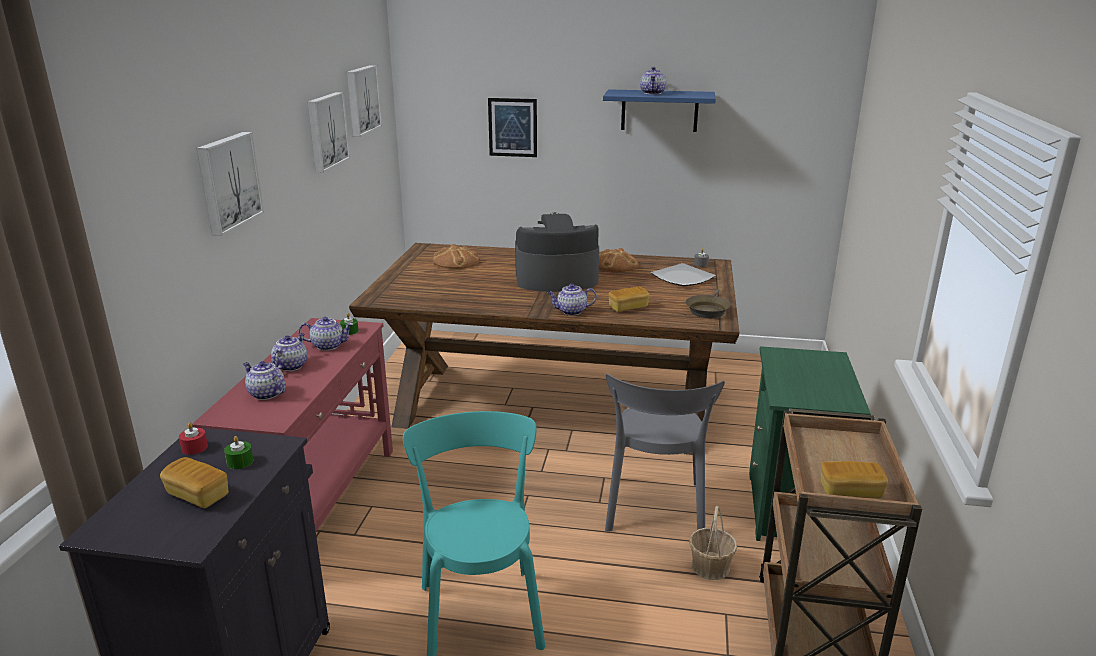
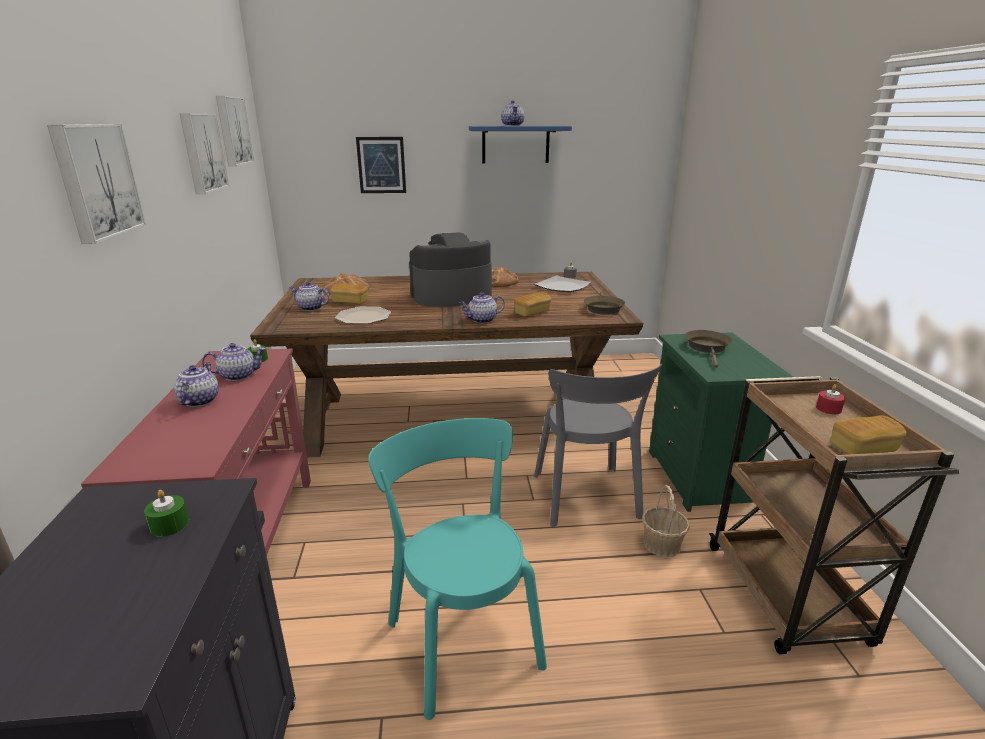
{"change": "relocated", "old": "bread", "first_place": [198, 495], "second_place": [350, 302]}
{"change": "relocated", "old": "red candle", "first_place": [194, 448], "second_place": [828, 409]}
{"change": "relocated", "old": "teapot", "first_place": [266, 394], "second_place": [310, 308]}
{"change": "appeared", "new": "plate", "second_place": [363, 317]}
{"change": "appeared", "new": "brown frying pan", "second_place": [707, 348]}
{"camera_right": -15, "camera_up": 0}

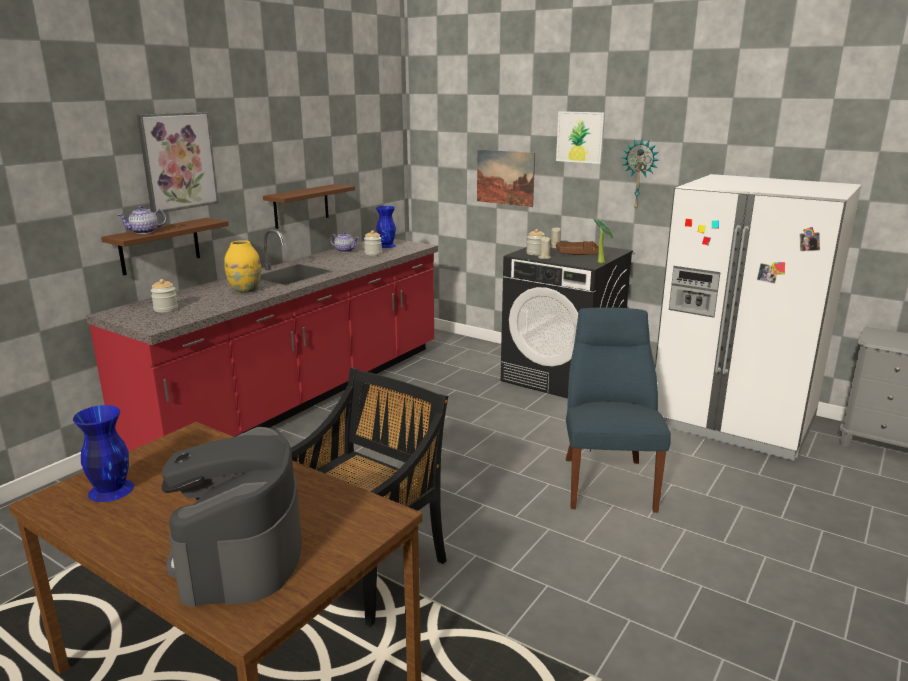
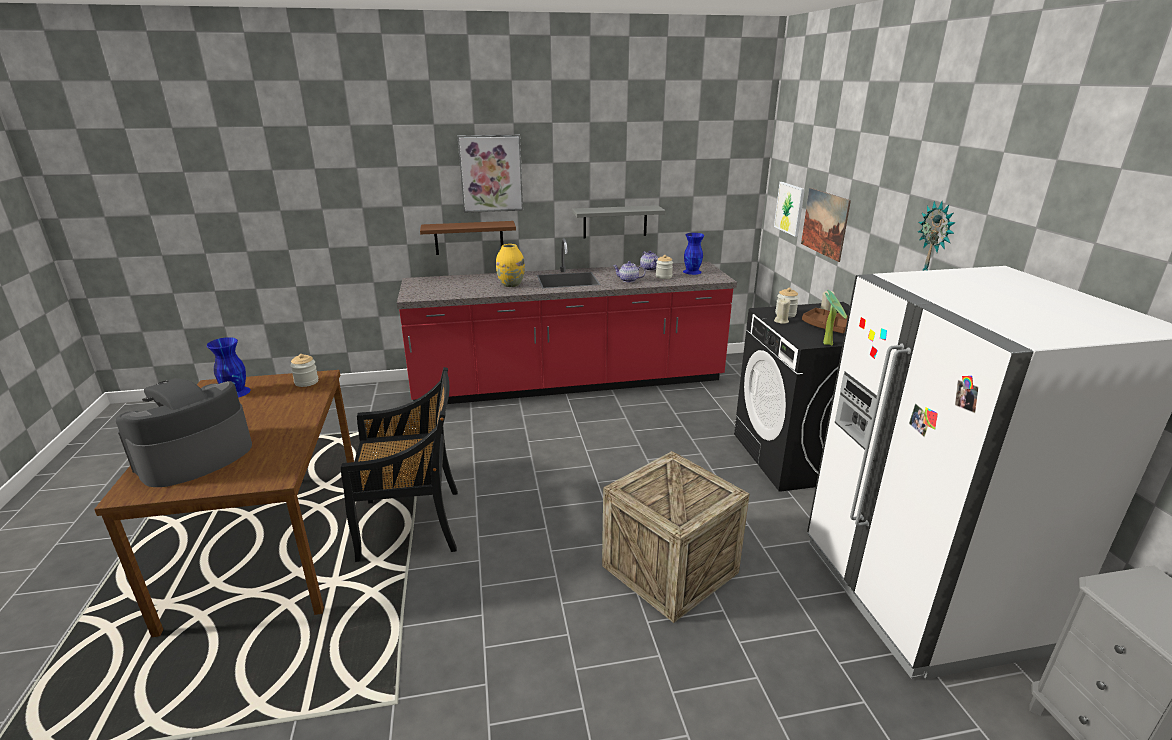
{"change": "relocated", "old": "teapot", "first_place": [144, 232], "second_place": [628, 280]}
{"change": "relocated", "old": "jar", "first_place": [166, 309], "second_place": [306, 382]}
{"change": "colour", "old": "brown shelf", "new": "grey shelf", "first_place": [301, 206], "second_place": [615, 221]}
{"change": "relocated", "old": "picture", "first_place": [580, 137], "second_place": [789, 208]}
{"change": "exchanged", "old": "blue chair", "new": "crate", "first_place": [607, 480], "second_place": [670, 569]}
{"camera_right": 45, "camera_up": 5}

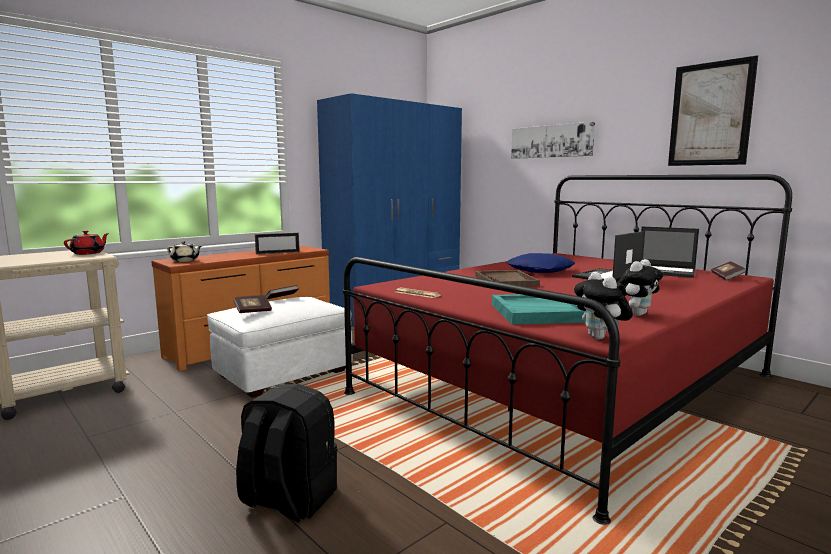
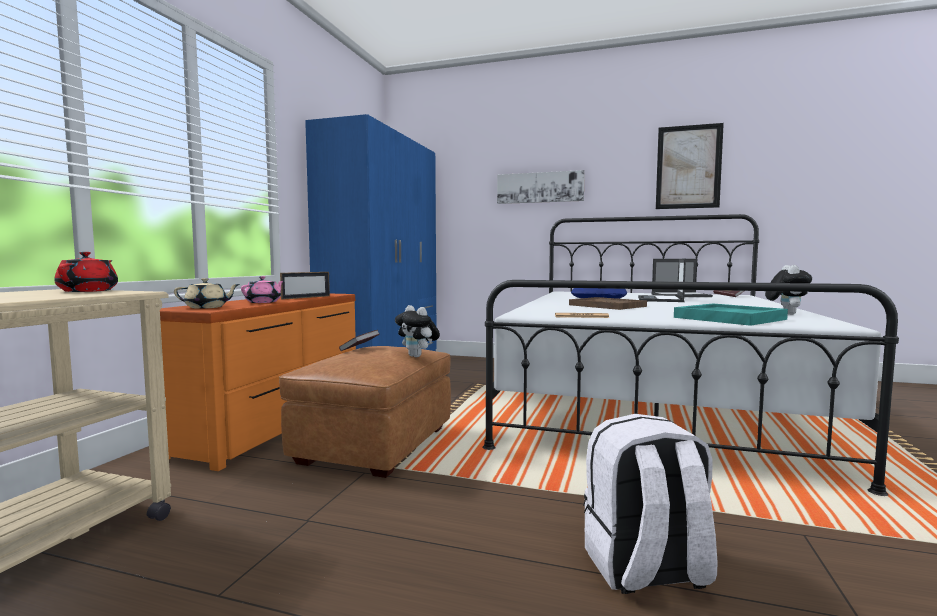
{"change": "colour", "old": "white ottoman", "new": "brown ottoman", "first_place": [283, 373], "second_place": [374, 445]}
{"change": "missing", "old": "book", "first_place": [253, 311]}
{"change": "colour", "old": "black backpack", "new": "white backpack", "first_place": [288, 500], "second_place": [645, 570]}
{"change": "colour", "old": "red bed", "new": "white bed", "first_place": [566, 384], "second_place": [649, 402]}
{"change": "relocated", "old": "plush toy", "first_place": [600, 338], "second_place": [418, 356]}
{"change": "appeared", "new": "pink teapot", "second_place": [264, 302]}
{"camera_right": -30, "camera_up": -5}

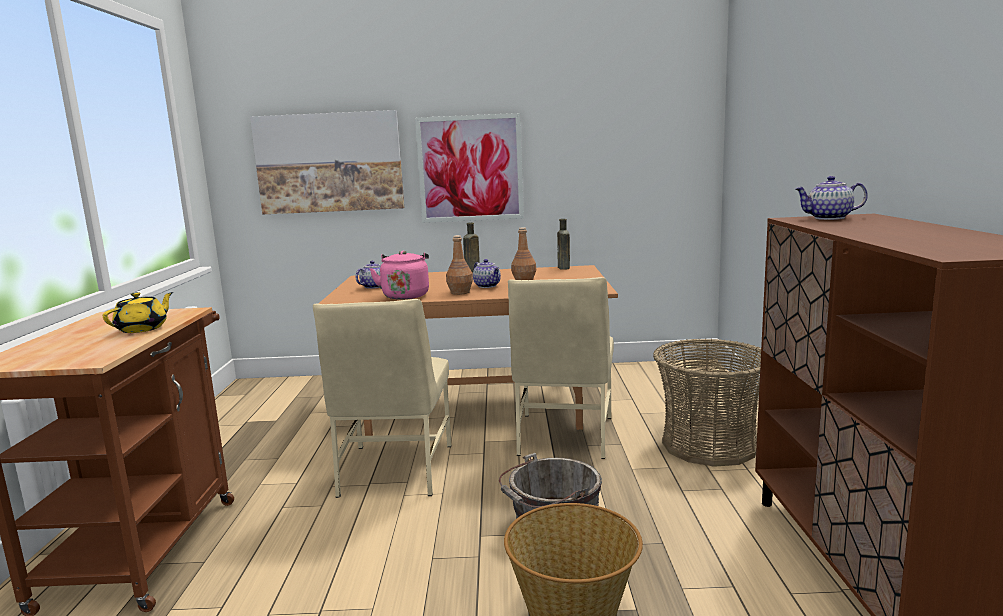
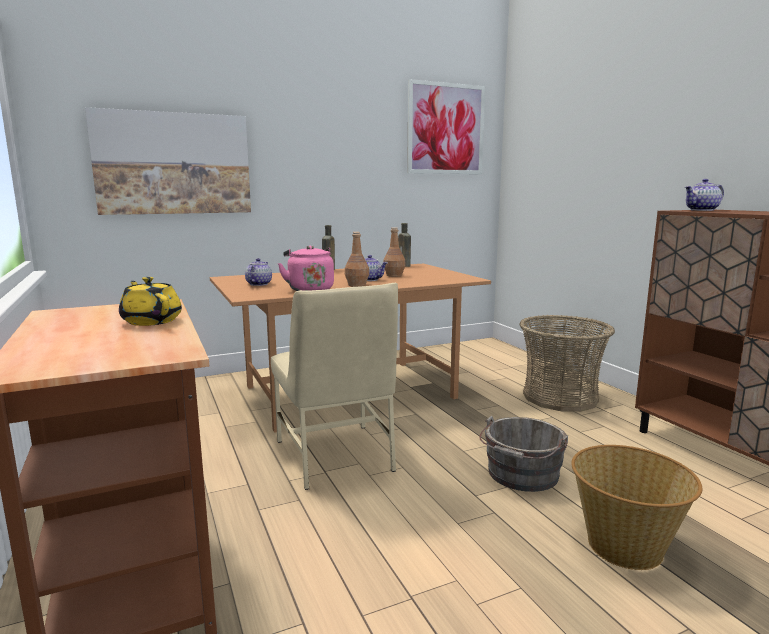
{"change": "spun", "old": "yellow teapot", "first_place": [143, 329], "second_place": [151, 321], "degrees": -45}
{"change": "relocated", "old": "picture", "first_place": [470, 168], "second_place": [446, 129]}
{"change": "missing", "old": "beige chair", "first_place": [563, 436]}
{"camera_right": -25, "camera_up": 0}

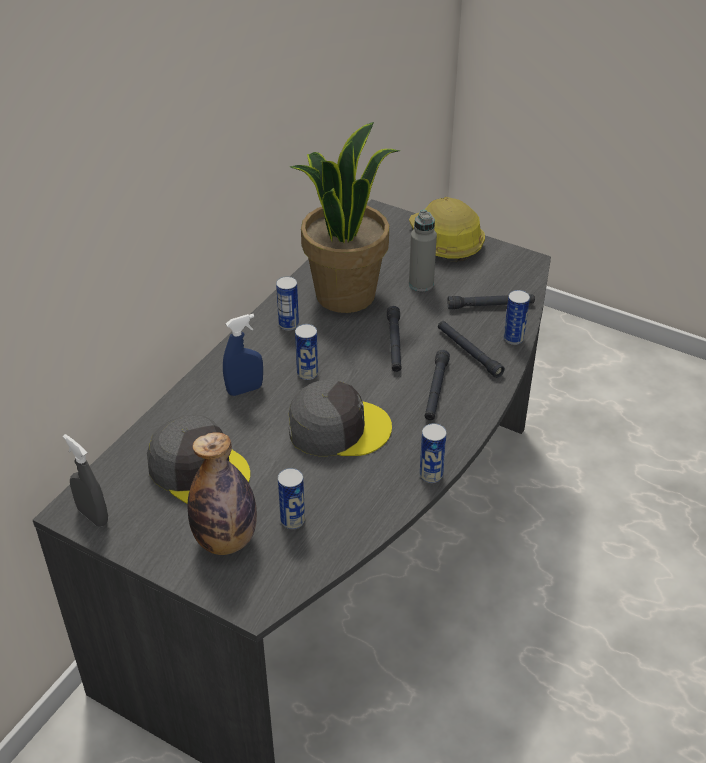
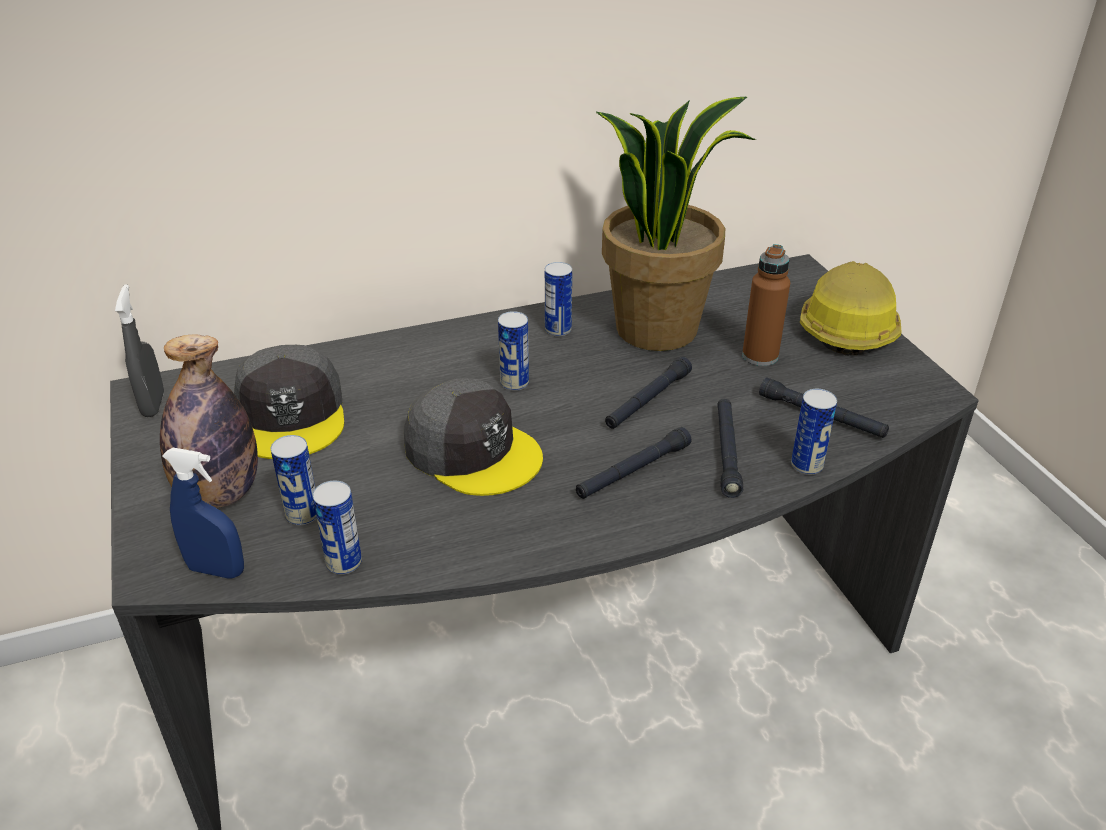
{"change": "relocated", "old": "blue spray bottle", "first_place": [245, 389], "second_place": [216, 570]}
{"change": "colour", "old": "grey bottle", "new": "brown bottle", "first_place": [421, 284], "second_place": [760, 356]}
{"change": "relocated", "old": "can", "first_place": [431, 475], "second_place": [344, 563]}
{"camera_right": 40, "camera_up": -5}

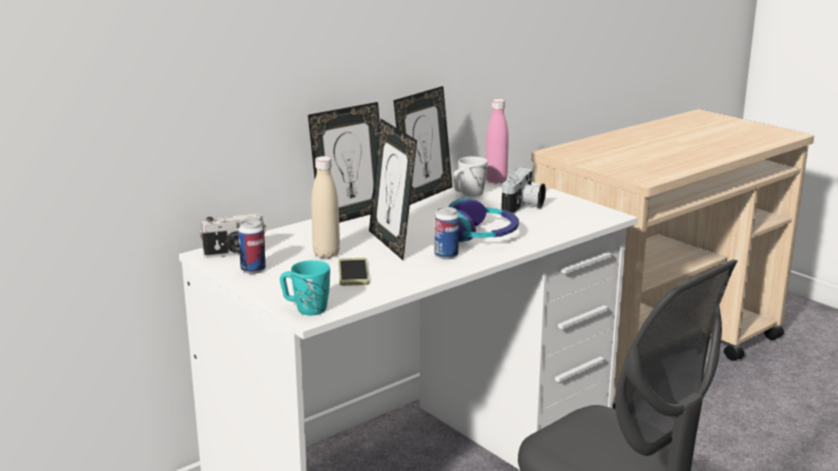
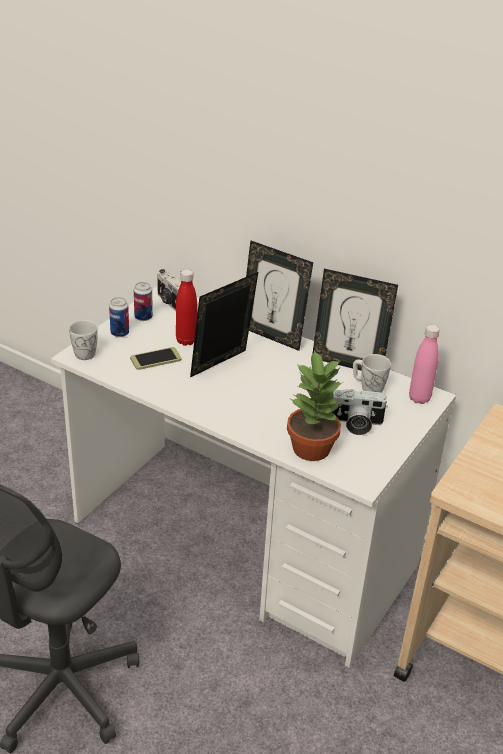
{"change": "colour", "old": "turquoise mug", "new": "white mug", "first_place": [305, 308], "second_place": [85, 351]}
{"change": "colour", "old": "beige bottle", "new": "red bottle", "first_place": [326, 254], "second_place": [186, 341]}
{"change": "relocated", "old": "can", "first_place": [446, 255], "second_place": [120, 333]}
{"change": "missing", "old": "headphones", "first_place": [479, 235]}
{"change": "appeared", "new": "potted plant", "second_place": [312, 448]}
{"camera_right": 70, "camera_up": 15}

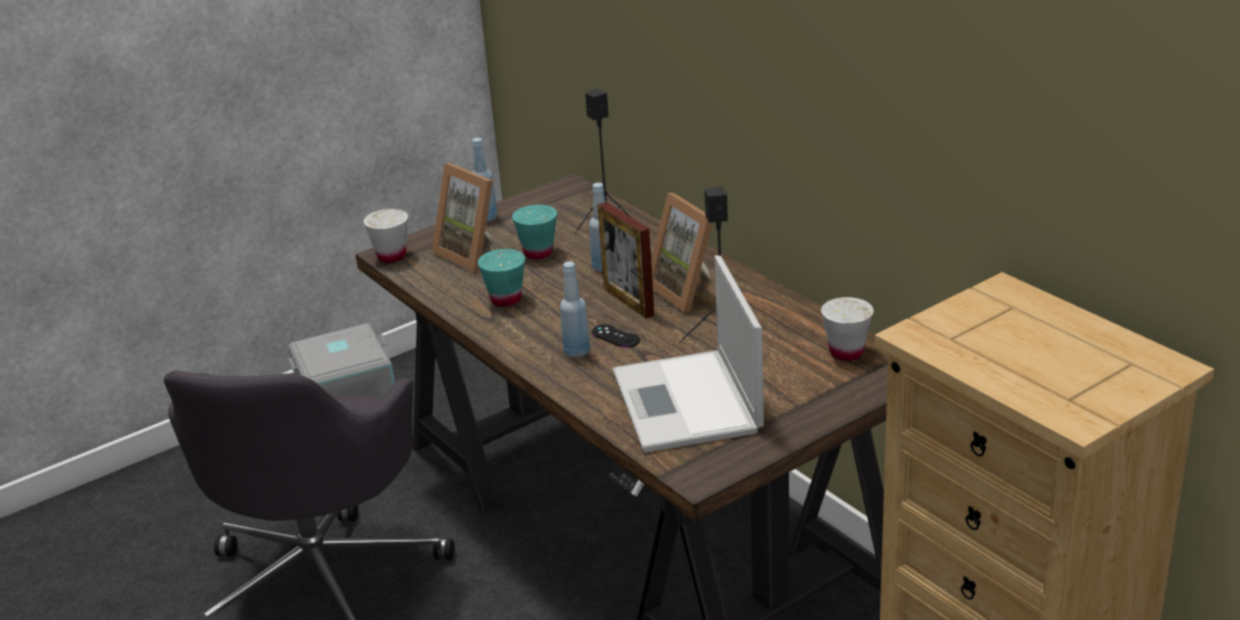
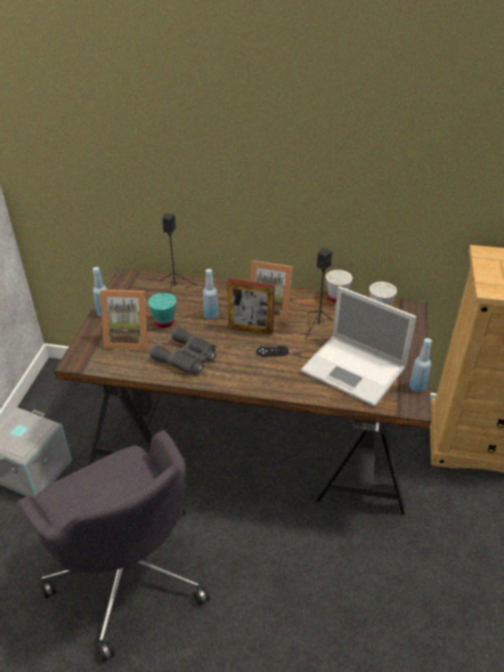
{"change": "relocated", "old": "white cup", "first_place": [391, 256], "second_place": [336, 298]}
{"change": "exchanged", "old": "turquoise cup", "new": "grey binoculars", "first_place": [506, 299], "second_place": [187, 357]}
{"change": "relocated", "old": "blue bottle", "first_place": [576, 352], "second_place": [417, 387]}
{"camera_right": -45, "camera_up": 10}

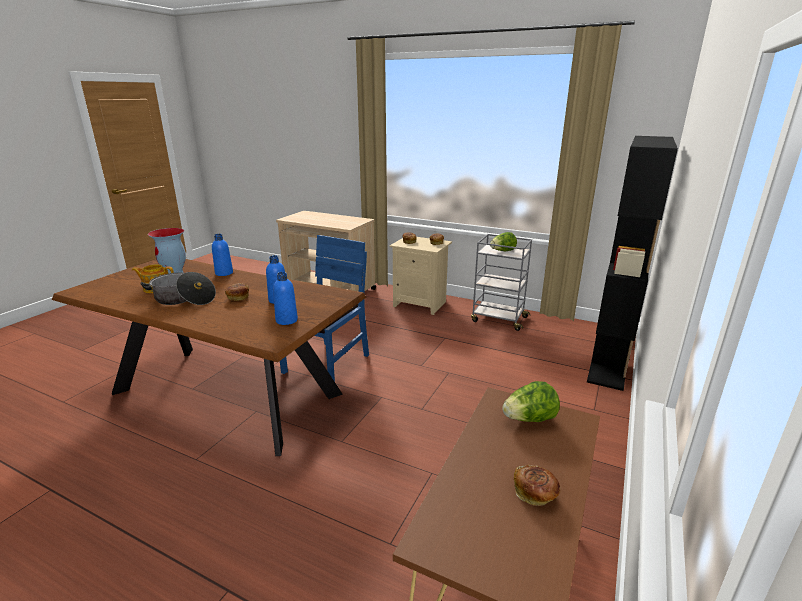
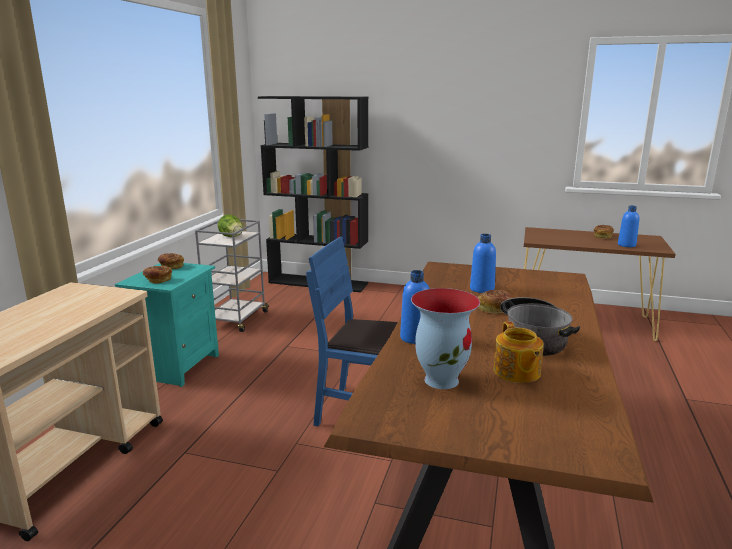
{"change": "relocated", "old": "blue bottle", "first_place": [286, 320], "second_place": [626, 245]}
{"change": "colour", "old": "beige nightstand", "new": "turquoise nightstand", "first_place": [420, 304], "second_place": [177, 366]}
{"change": "missing", "old": "lettuce", "first_place": [529, 419]}
{"camera_right": -100, "camera_up": -5}

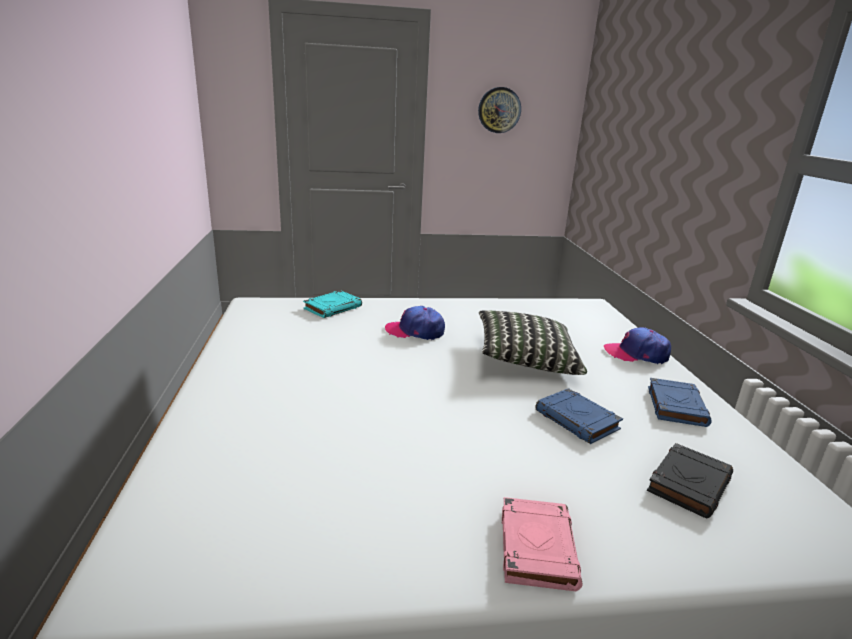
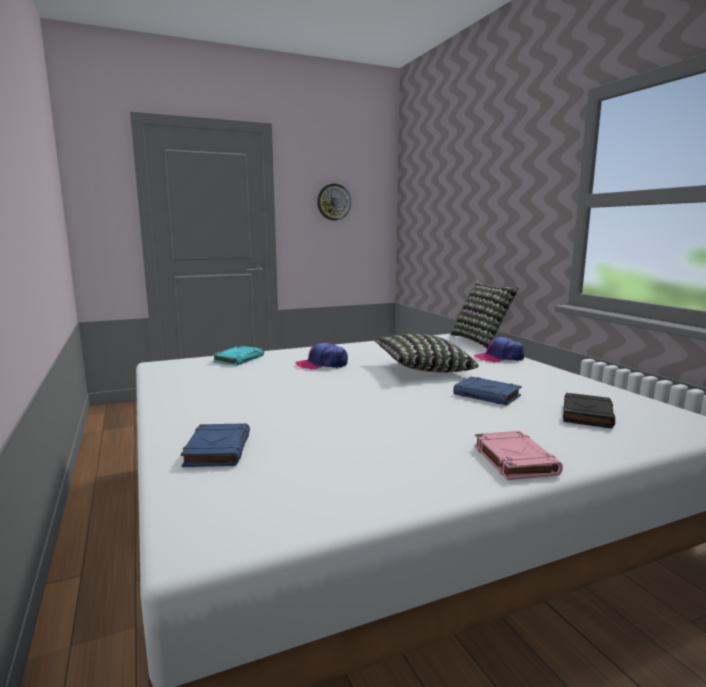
{"change": "relocated", "old": "blue book", "first_place": [675, 406], "second_place": [217, 450]}
{"change": "appeared", "new": "pillow", "second_place": [481, 340]}
{"camera_right": -15, "camera_up": -10}

